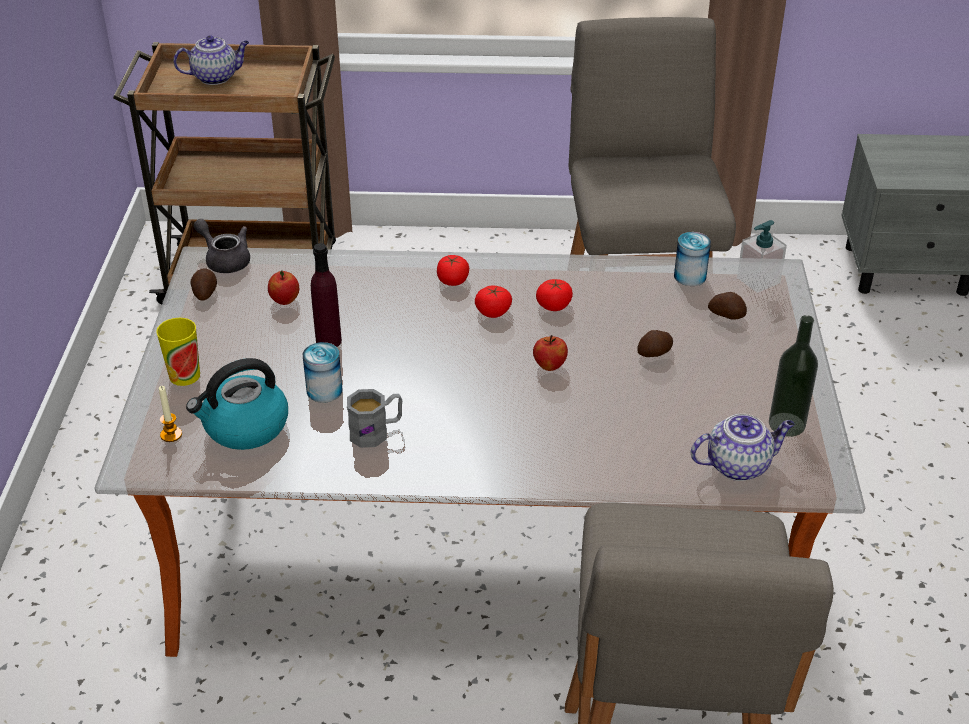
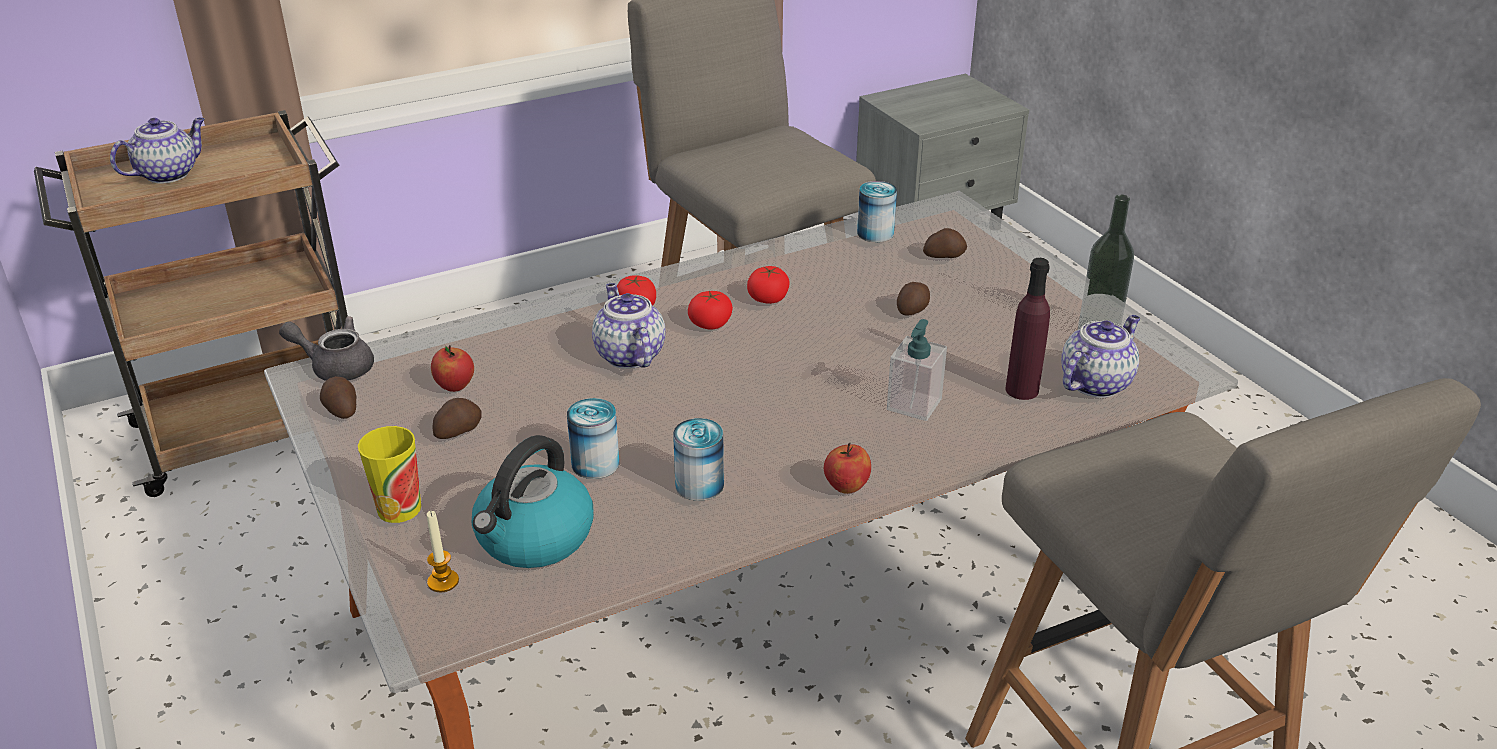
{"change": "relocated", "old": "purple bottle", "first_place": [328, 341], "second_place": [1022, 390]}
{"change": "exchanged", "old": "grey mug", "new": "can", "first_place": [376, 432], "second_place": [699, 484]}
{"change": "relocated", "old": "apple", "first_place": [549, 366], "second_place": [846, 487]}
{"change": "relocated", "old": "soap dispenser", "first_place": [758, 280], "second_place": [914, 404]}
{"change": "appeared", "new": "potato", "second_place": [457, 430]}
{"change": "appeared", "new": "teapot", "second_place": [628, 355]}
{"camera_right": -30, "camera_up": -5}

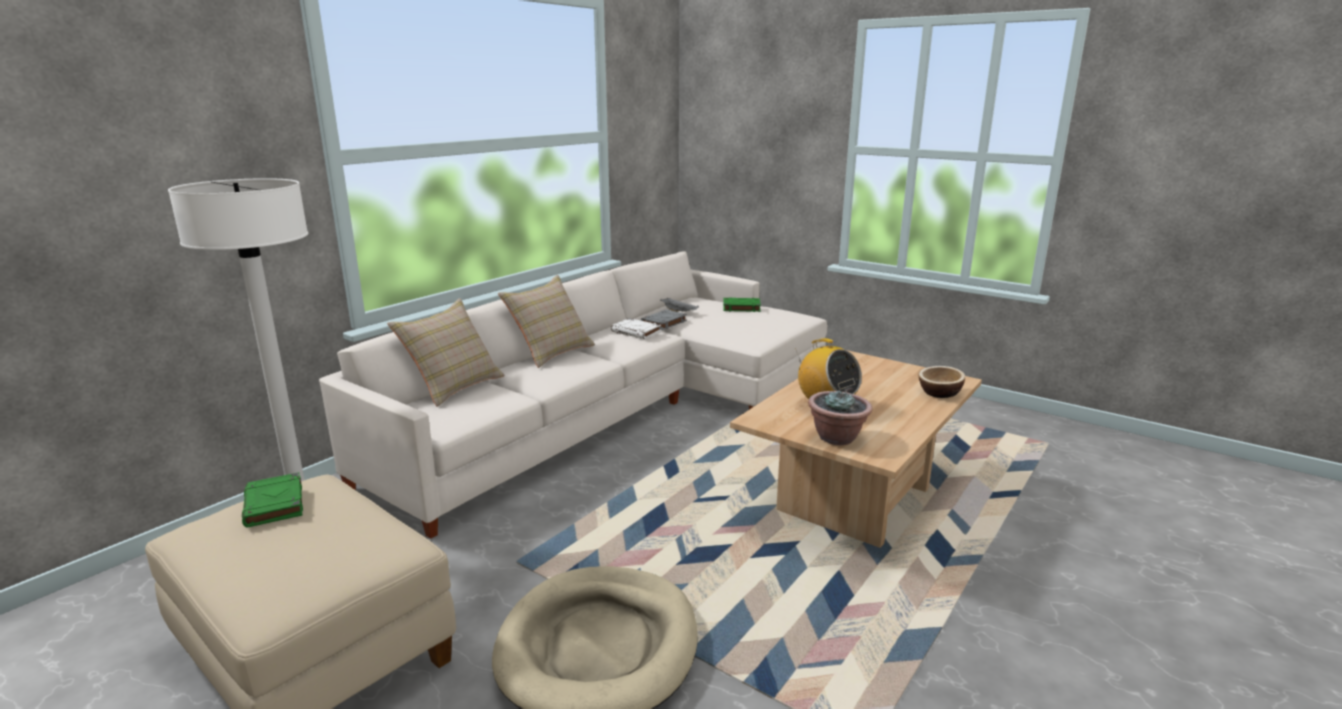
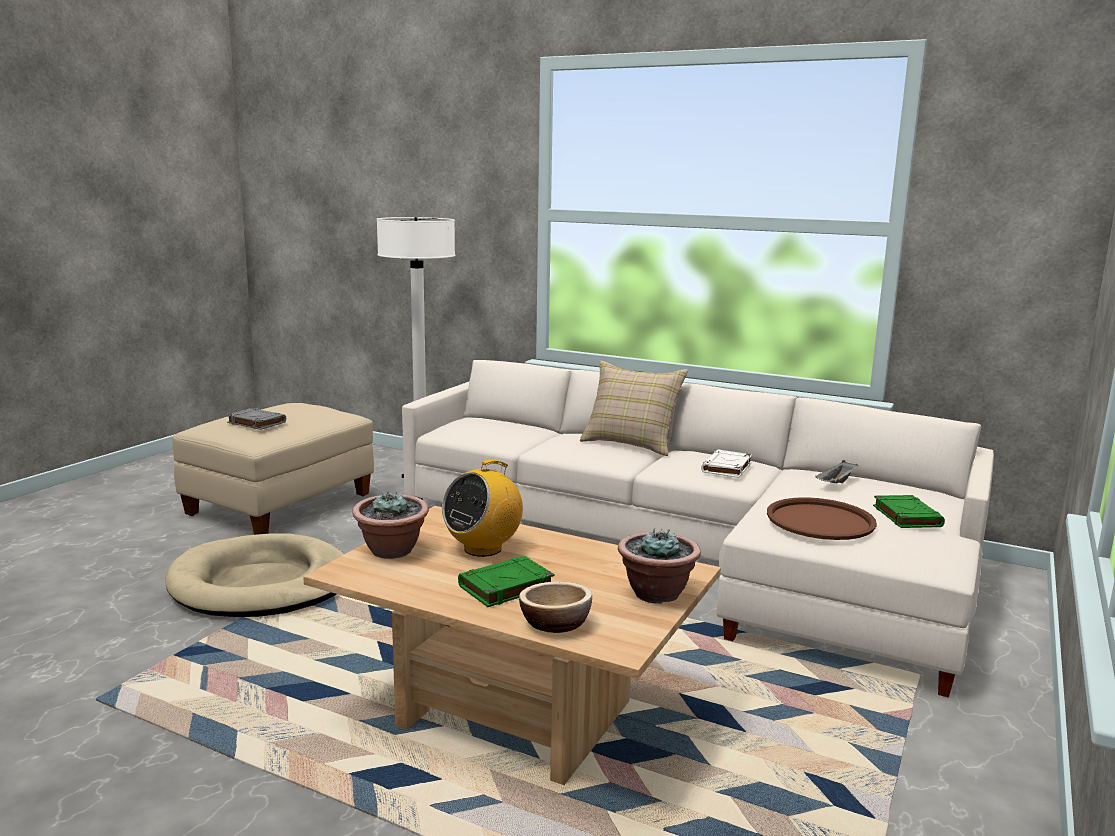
{"change": "relocated", "old": "green book", "first_place": [275, 505], "second_place": [505, 587]}
{"change": "missing", "old": "beige pillow", "first_place": [453, 386]}
{"change": "relocated", "old": "grey book", "first_place": [664, 323], "second_place": [256, 422]}
{"change": "appeared", "new": "potted plant", "second_place": [656, 593]}
{"change": "appeared", "new": "brown tray", "second_place": [820, 520]}
{"camera_right": 80, "camera_up": -5}

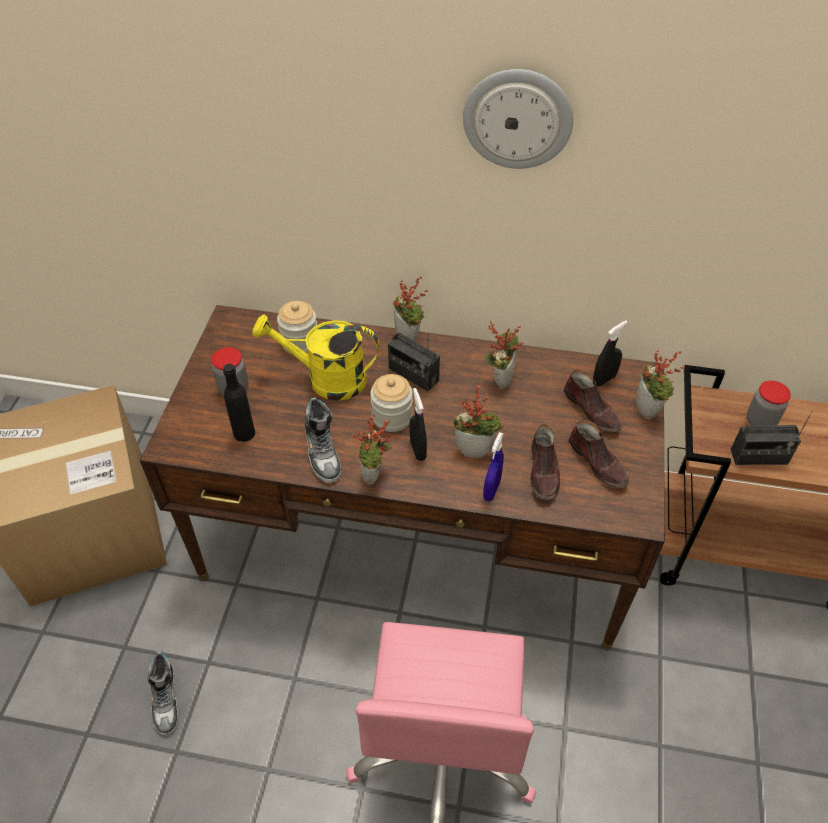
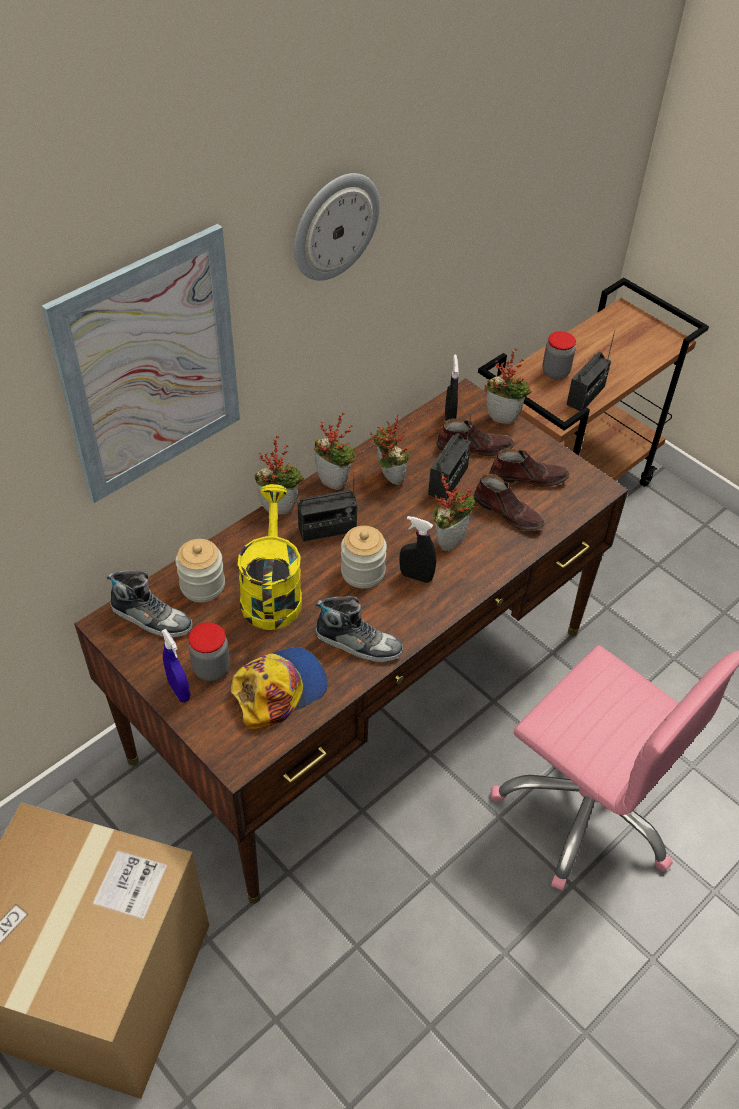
{"change": "relocated", "old": "shoe", "first_place": [166, 700], "second_place": [151, 617]}
{"change": "exchanged", "old": "black bottle", "new": "cap", "first_place": [244, 433], "second_place": [279, 689]}
{"change": "spun", "old": "yellow watering can", "first_place": [326, 379], "second_place": [271, 592], "degrees": 135}
{"change": "relocated", "old": "potted plant", "first_place": [374, 476], "second_place": [335, 481]}
{"change": "relocated", "old": "blue spray bottle", "first_place": [491, 490], "second_place": [179, 690]}
{"change": "appeared", "new": "picture", "second_place": [150, 367]}
{"change": "appeared", "new": "radio", "second_place": [448, 481]}
{"camera_right": -55, "camera_up": 0}

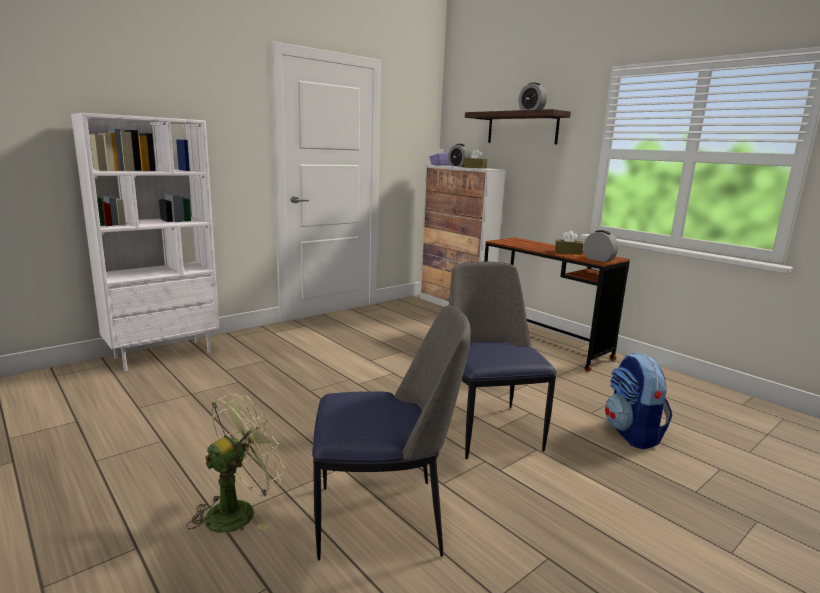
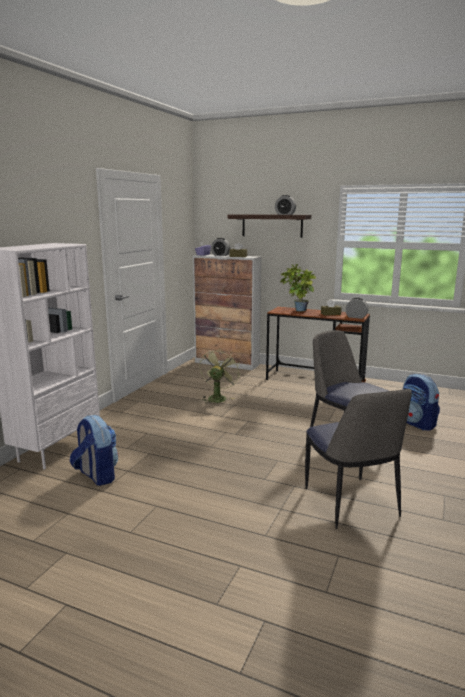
{"change": "relocated", "old": "green fan", "first_place": [239, 511], "second_place": [217, 397]}
{"change": "spun", "old": "chair", "first_place": [384, 518], "second_place": [351, 504], "degrees": 105}
{"change": "appeared", "new": "backpack", "second_place": [96, 475]}
{"change": "appeared", "new": "potted plant", "second_place": [297, 310]}
{"camera_right": -25, "camera_up": 0}

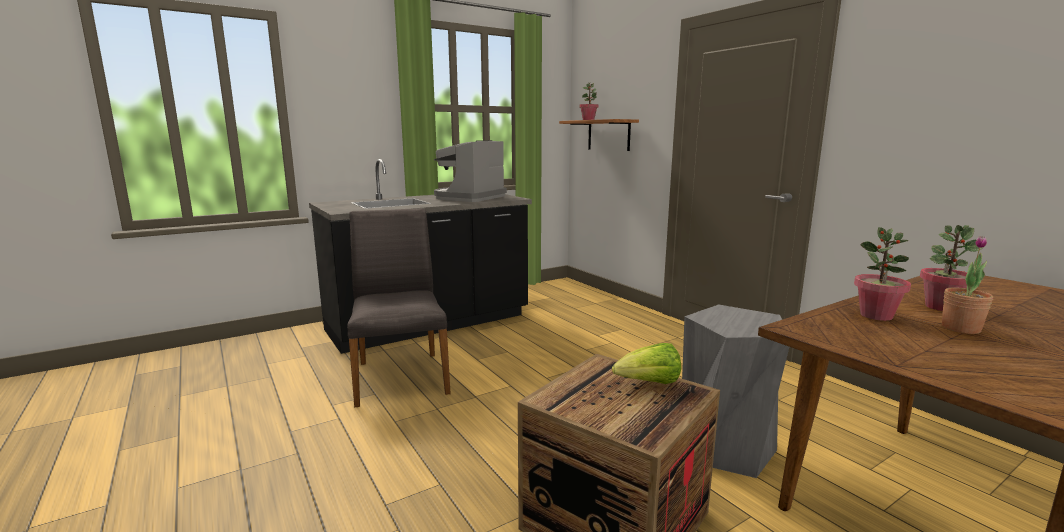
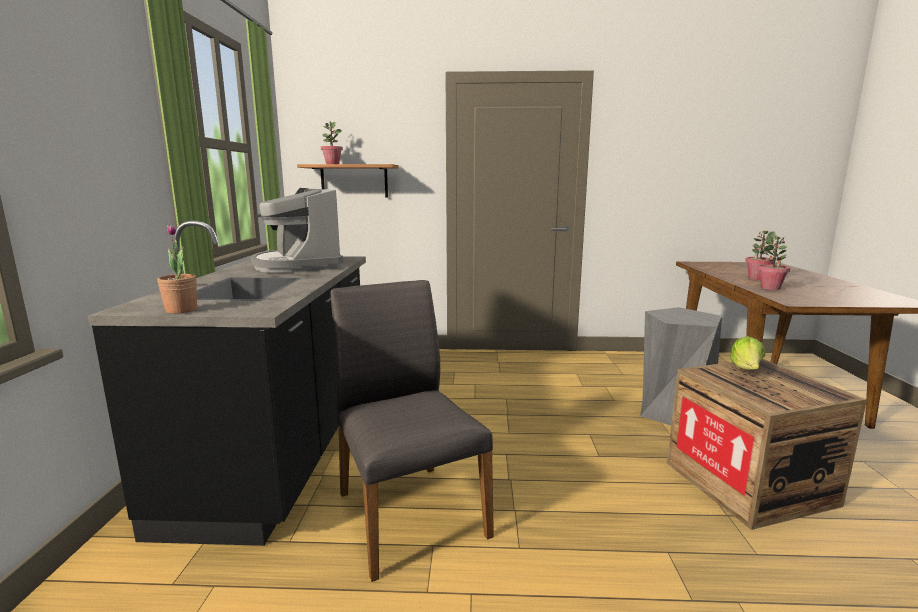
{"change": "spun", "old": "grey chair", "first_place": [400, 377], "second_place": [408, 513], "degrees": 45}
{"change": "relocated", "old": "potted plant", "first_place": [960, 328], "second_place": [181, 310]}
{"camera_right": -55, "camera_up": 0}

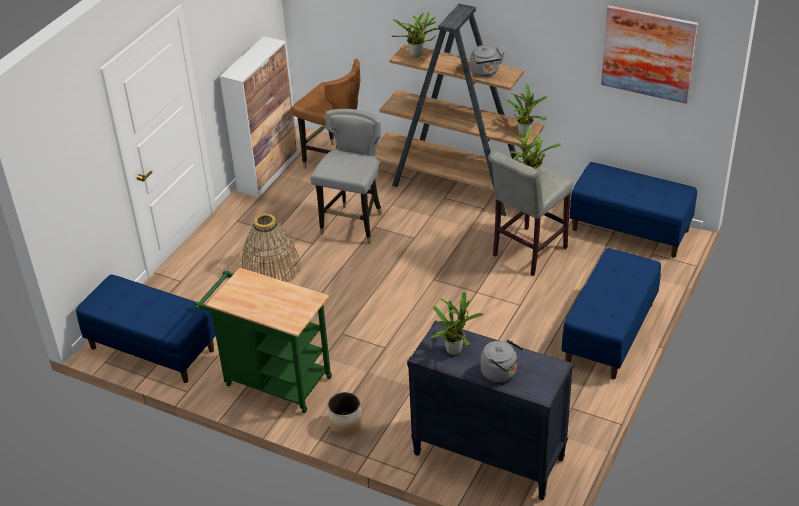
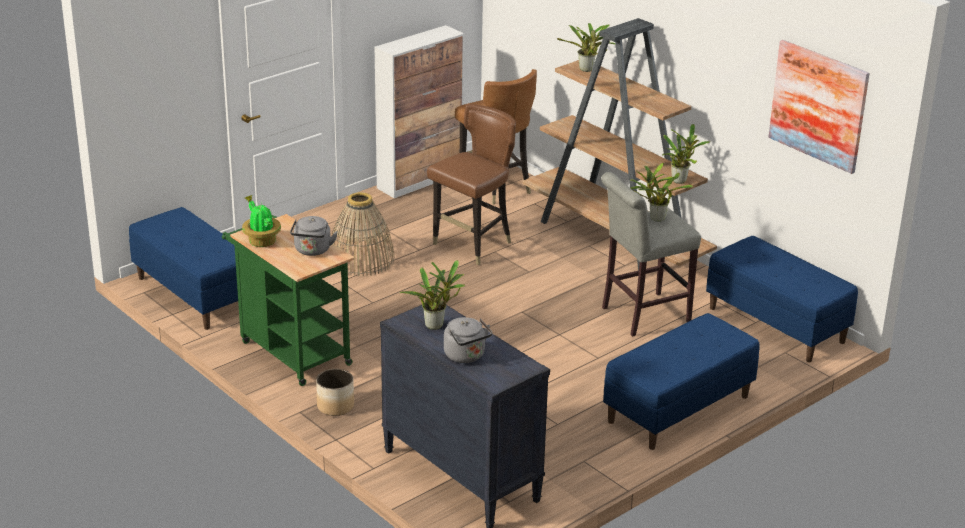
{"change": "colour", "old": "grey chair", "new": "brown chair", "first_place": [353, 225], "second_place": [473, 245]}
{"change": "relocated", "old": "grey kettle", "first_place": [485, 72], "second_place": [312, 251]}
{"change": "appeared", "new": "potted plant", "second_place": [261, 241]}
{"camera_right": 20, "camera_up": -10}

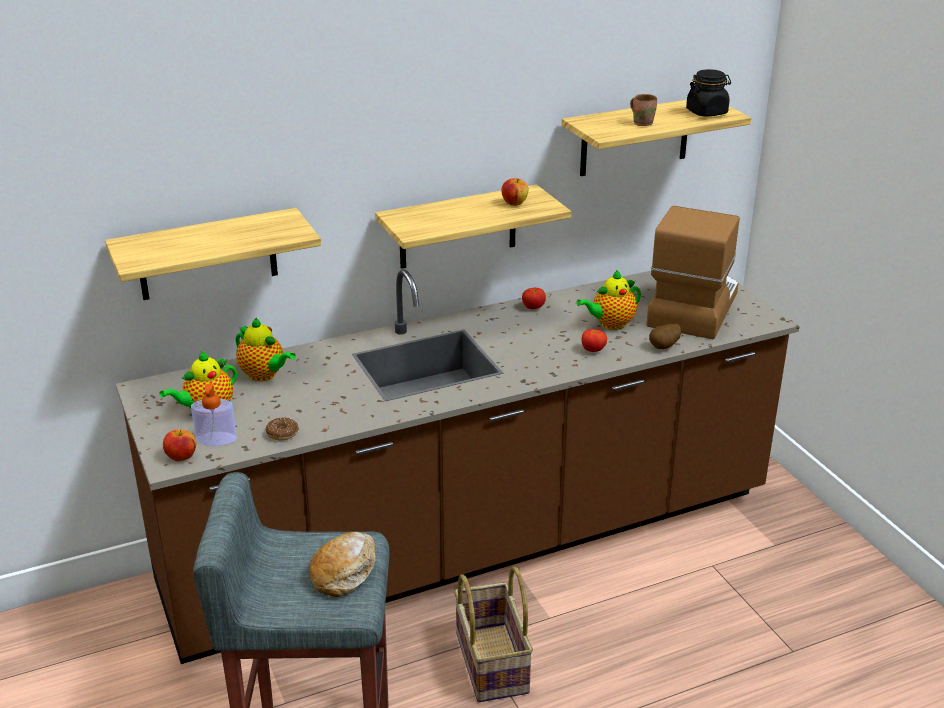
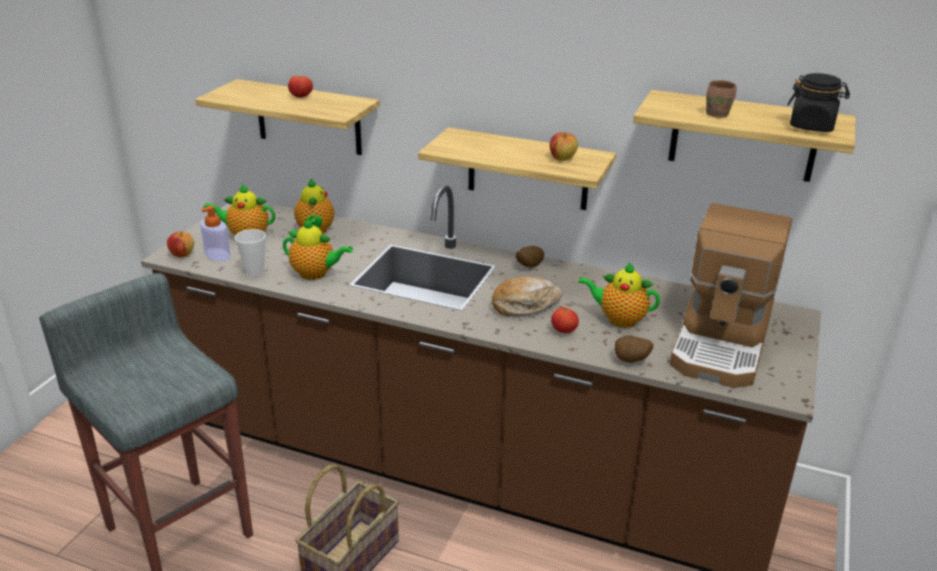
{"change": "exchanged", "old": "donut", "new": "cup", "first_place": [282, 433], "second_place": [254, 271]}
{"change": "relocated", "old": "bread", "first_place": [345, 571], "second_place": [525, 305]}
{"change": "relocated", "old": "tomato", "first_place": [533, 308], "second_place": [301, 97]}
{"change": "spun", "old": "coffee machine", "first_place": [691, 308], "second_place": [723, 343], "degrees": 135}
{"change": "appeared", "new": "teapot", "second_place": [316, 274]}
{"change": "appeared", "new": "potato", "second_place": [528, 266]}
{"camera_right": 45, "camera_up": 0}

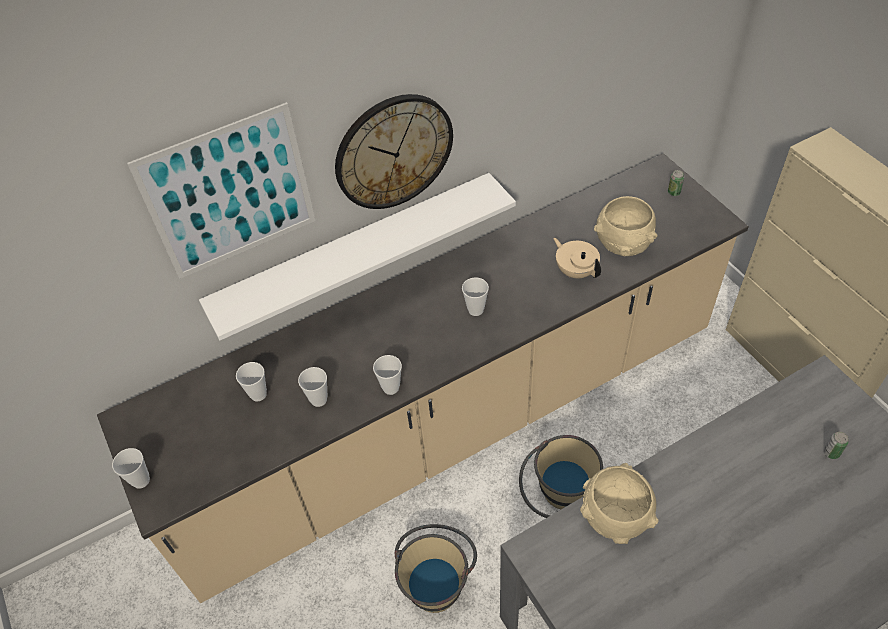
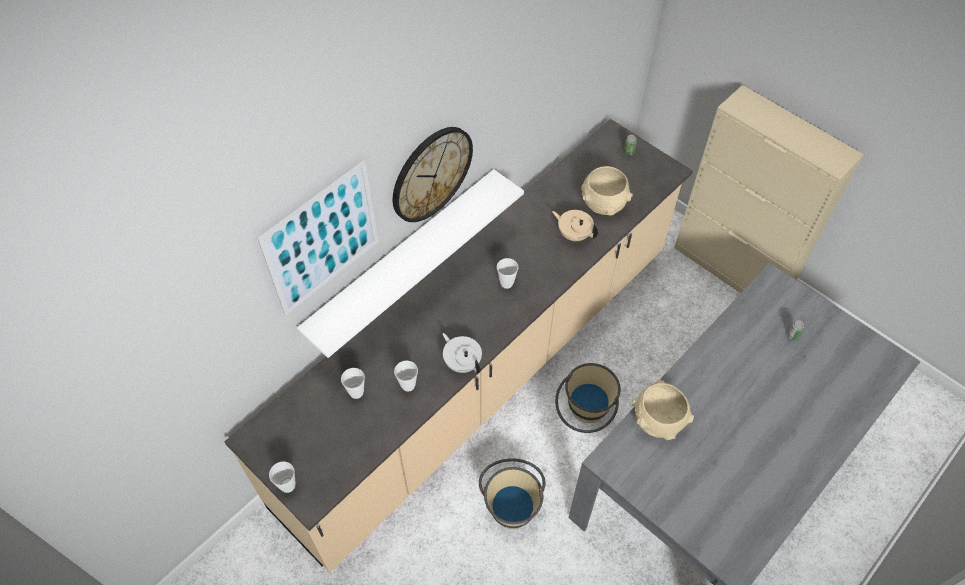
{"change": "exchanged", "old": "cup", "new": "white teapot", "first_place": [391, 387], "second_place": [462, 362]}
{"camera_right": -20, "camera_up": 5}

